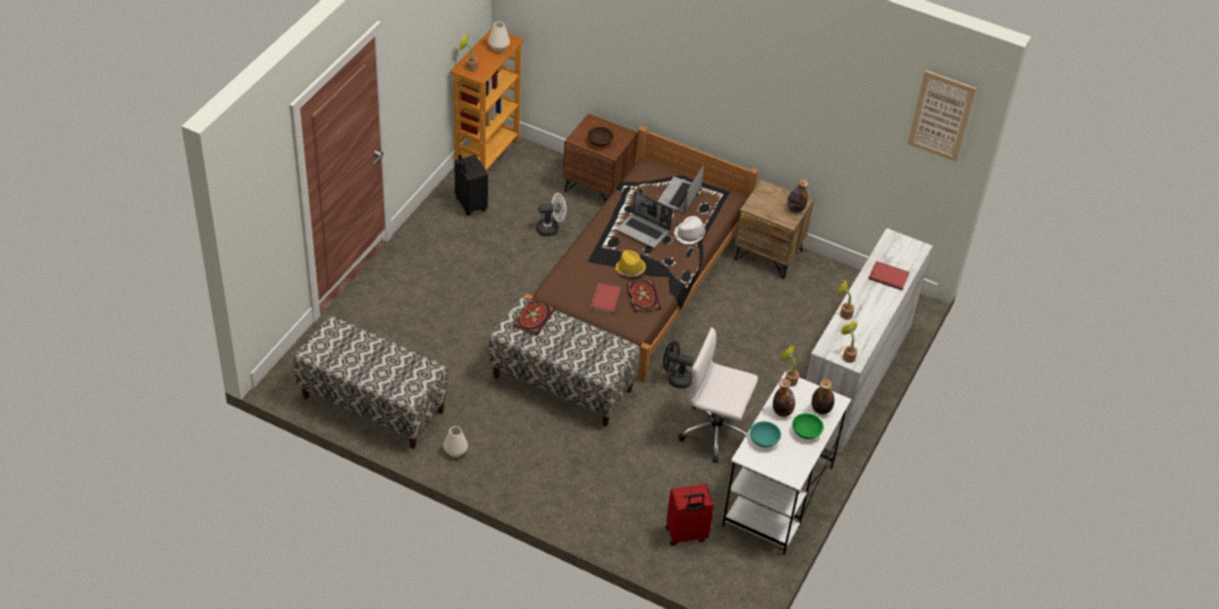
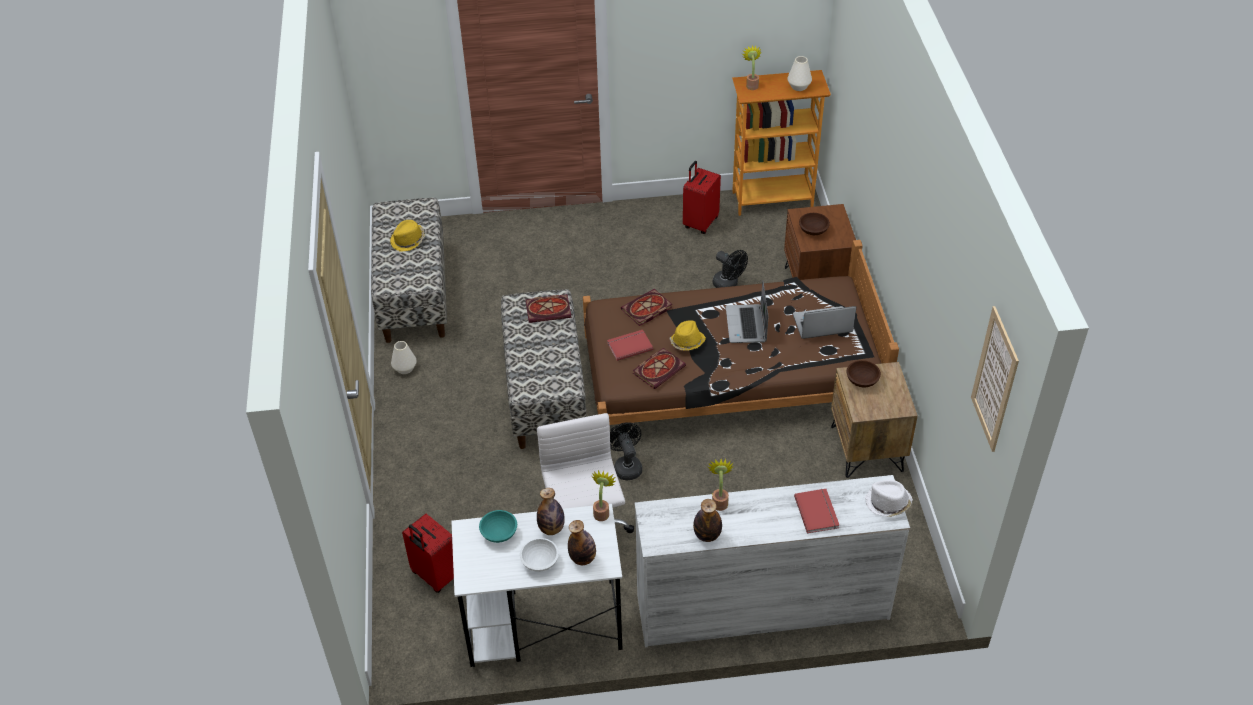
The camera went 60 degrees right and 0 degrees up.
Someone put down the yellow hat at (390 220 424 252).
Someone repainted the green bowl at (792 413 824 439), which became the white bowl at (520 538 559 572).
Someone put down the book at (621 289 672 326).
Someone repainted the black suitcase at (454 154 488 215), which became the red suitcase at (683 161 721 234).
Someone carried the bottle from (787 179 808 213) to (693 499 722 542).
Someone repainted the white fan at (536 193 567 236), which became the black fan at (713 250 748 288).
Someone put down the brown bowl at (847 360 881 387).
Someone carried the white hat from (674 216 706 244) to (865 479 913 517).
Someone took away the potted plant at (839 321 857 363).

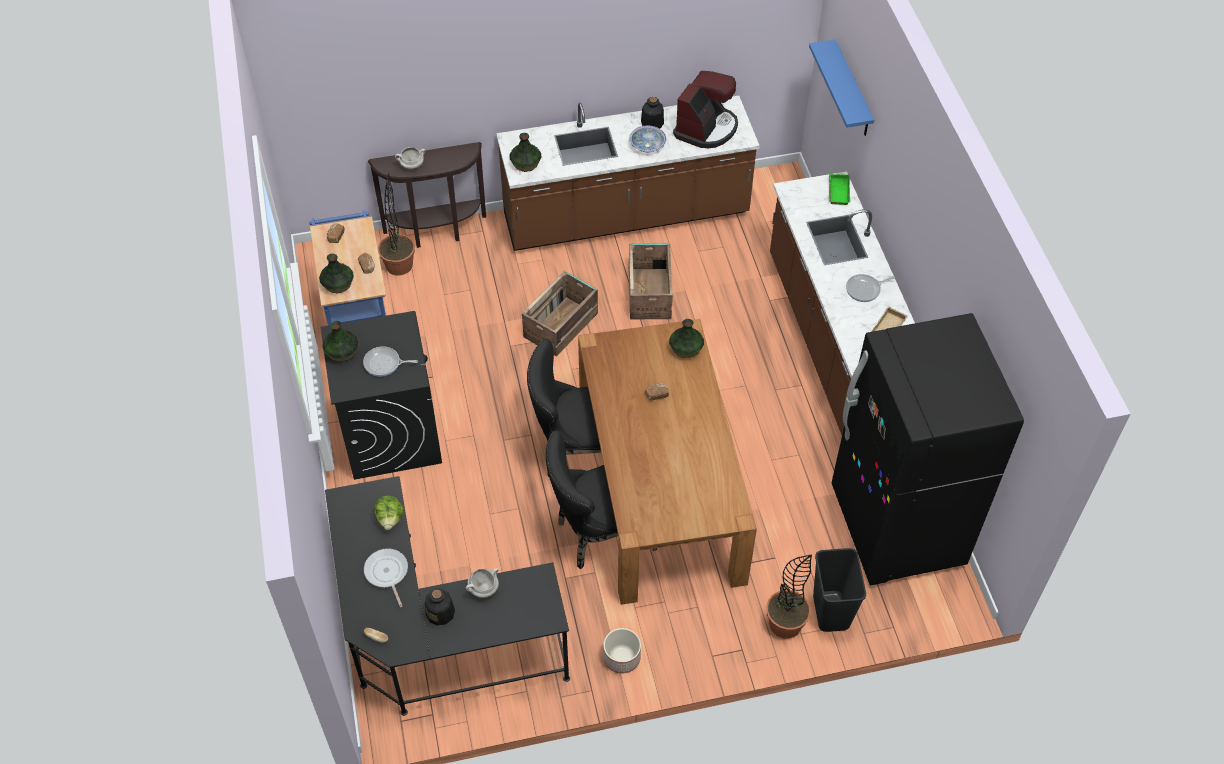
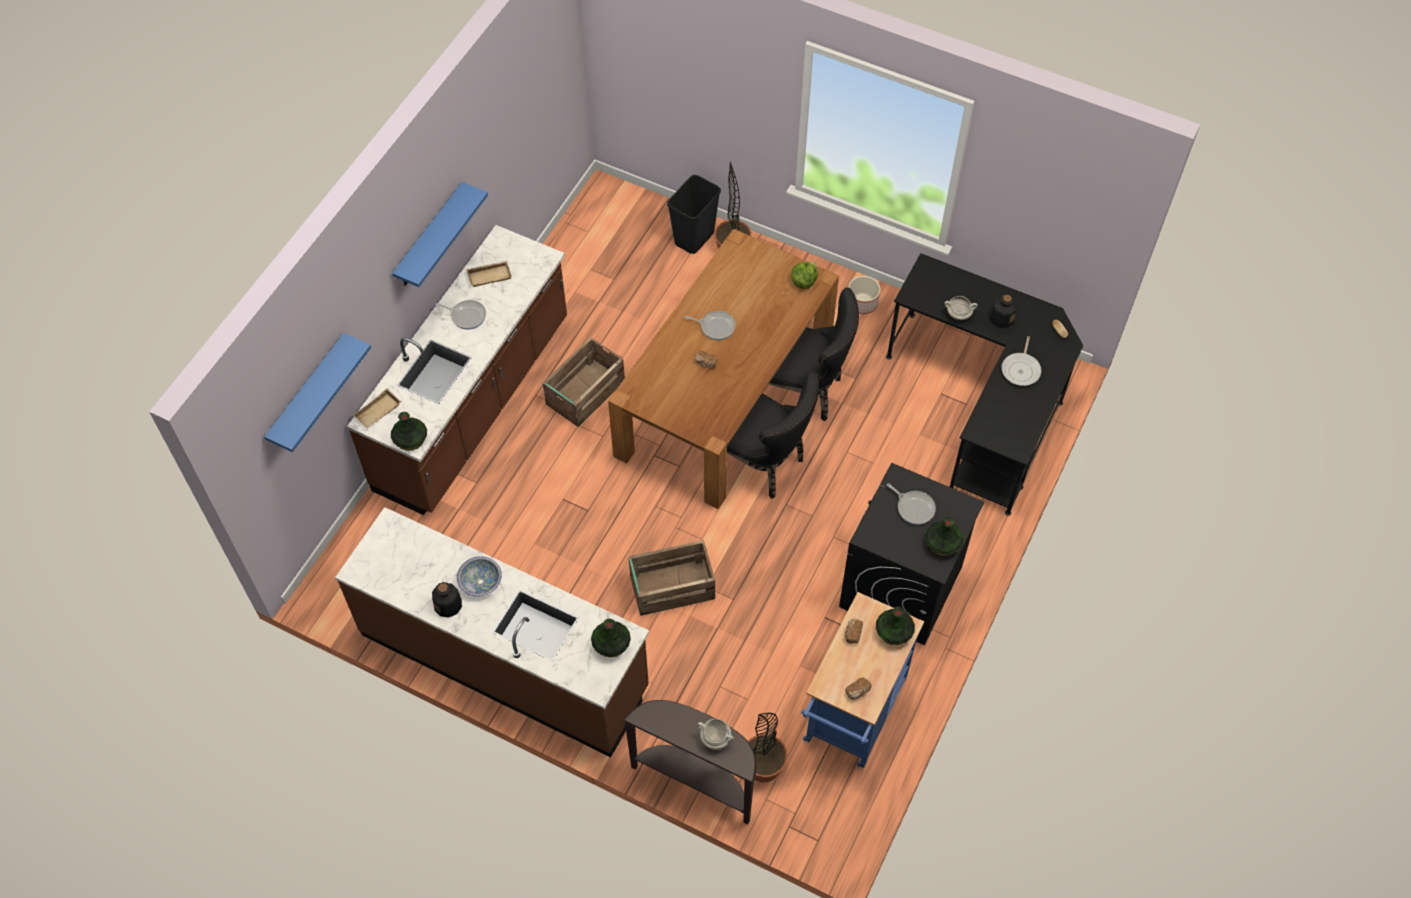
The camera went 140 degrees left and 5 degrees up.
Someone repainted the green tray at (829 174 850 205), which became the beige tray at (353 388 401 429).
Someone carried the vase from (669 319 704 358) to (391 412 427 451).
Someone put up the blue shelf at (392 182 488 287).
Someone carried the crate from (629 243 673 320) to (543 337 625 427).
Someone put down the frying pan at (684 311 736 340).
Someone carried the lettuce from (374 496 404 530) to (791 262 818 289).
Someone took away the coffee machine at (673 71 738 148).
Someone took away the black fridge at (831 313 1024 585).

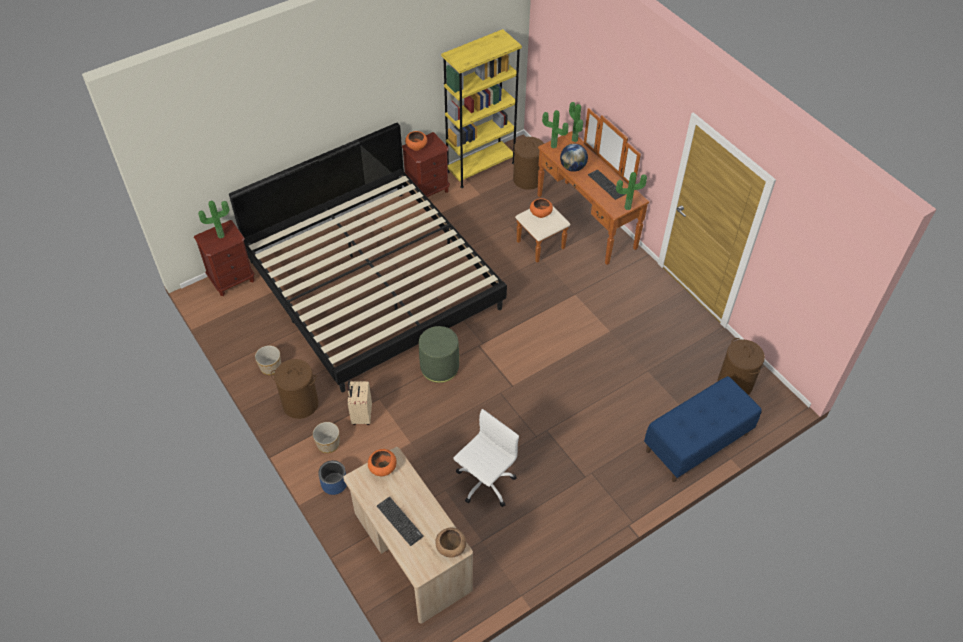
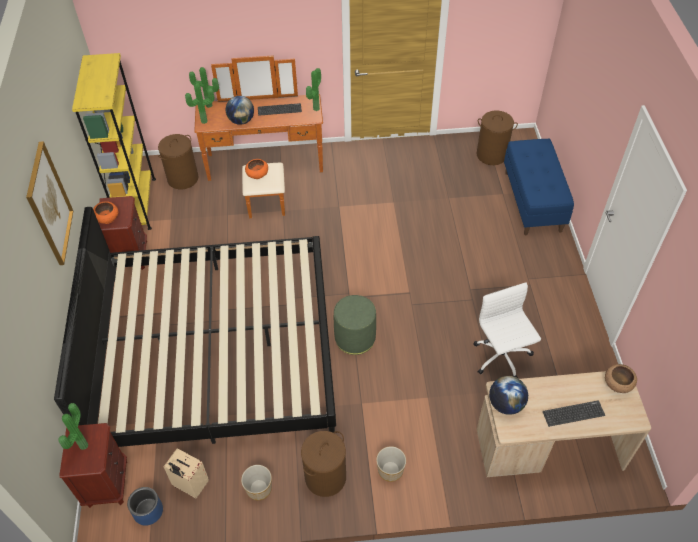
The camera went 60 degrees left and 0 degrees up.
Someone put up the picture at (26 141 73 265).
Someone carried the blue planter from (318 460 347 495) to (127 487 163 526).
Someone carried the beige suitcase from (347 380 372 425) to (163 448 209 498).
Someone swapped the orange bowl at (368 449 397 476) for the globe at (489 376 528 415).

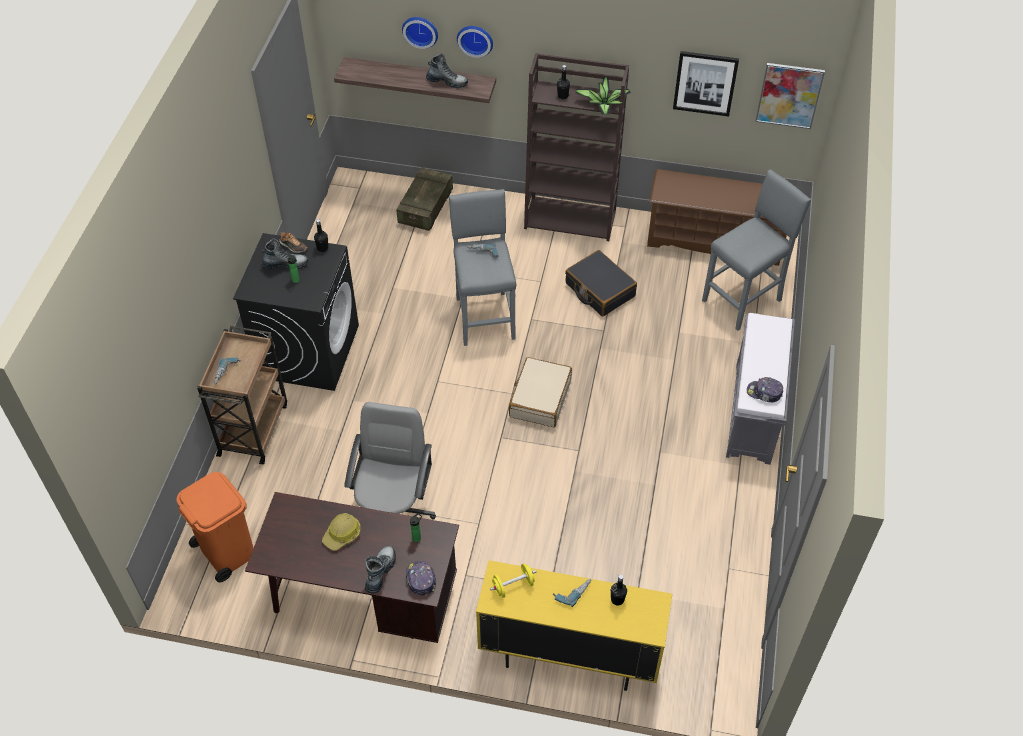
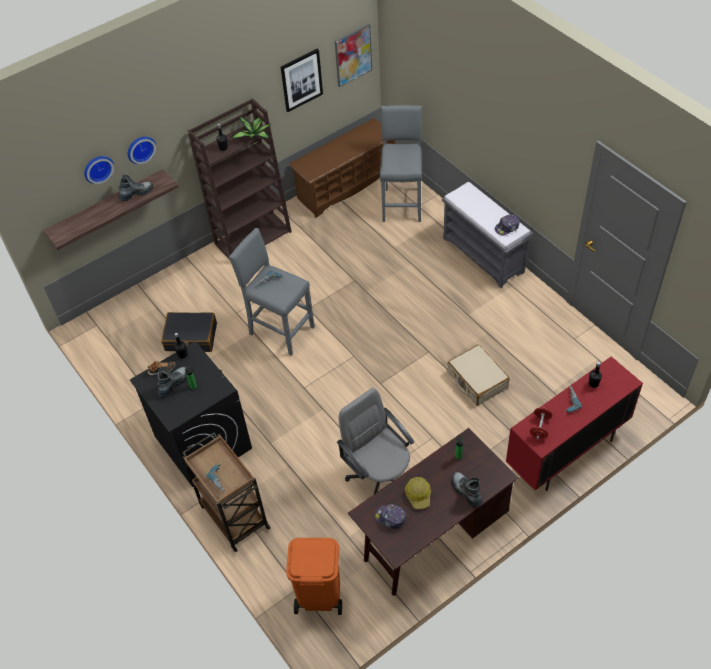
The camera went 45 degrees left and 0 degrees up.
Someone carried the black suitcase from (565 250 637 317) to (161 312 217 352).
Someone carried the cap from (405 561 436 596) to (374 504 407 529).
Someone carried the beige suitcase from (509 357 572 427) to (447 345 510 406).
Someone repainted the yellow cabinet at (476 560 672 691), which became the red cabinet at (506 357 643 491).
Someone repainted the yellow dumbbell at (490 563 537 598), which became the red dumbbell at (530 407 552 439).
Someone took away the crate at (396 167 453 231).

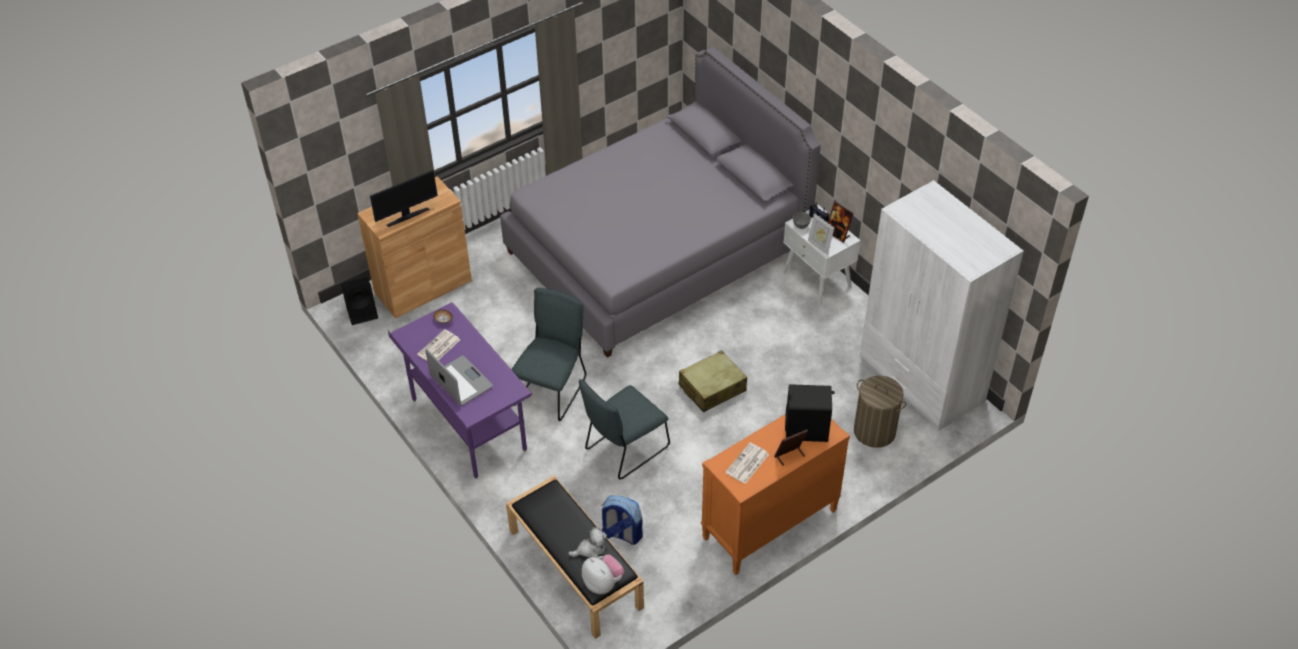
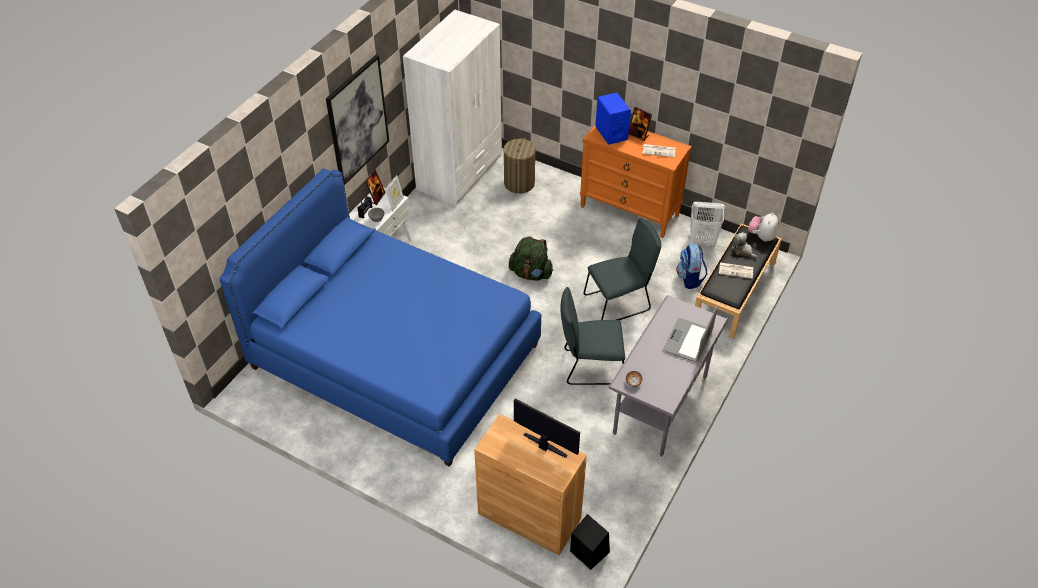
The camera went 115 degrees left and 0 degrees up.
Someone repainted the grey bed at (500 47 821 358), which became the blue bed at (219 169 541 467).
Someone put up the picture at (326 55 389 185).
Someone swapped the beige suitcase at (679 350 747 412) for the green backpack at (509 237 553 281).
Someone rotated the grey chair at (579 379 670 480) by 45 degrees counterclockwise.
Someone repainted the black speaker at (785 384 835 442), which became the blue speaker at (595 92 631 145).
Someone repainted the purple desk at (388 302 532 479), which became the grey desk at (608 295 729 457).
Someone put down the white laundry basket at (690 202 726 247).
Someone carried the newspaper from (417 329 460 361) to (719 262 753 279).

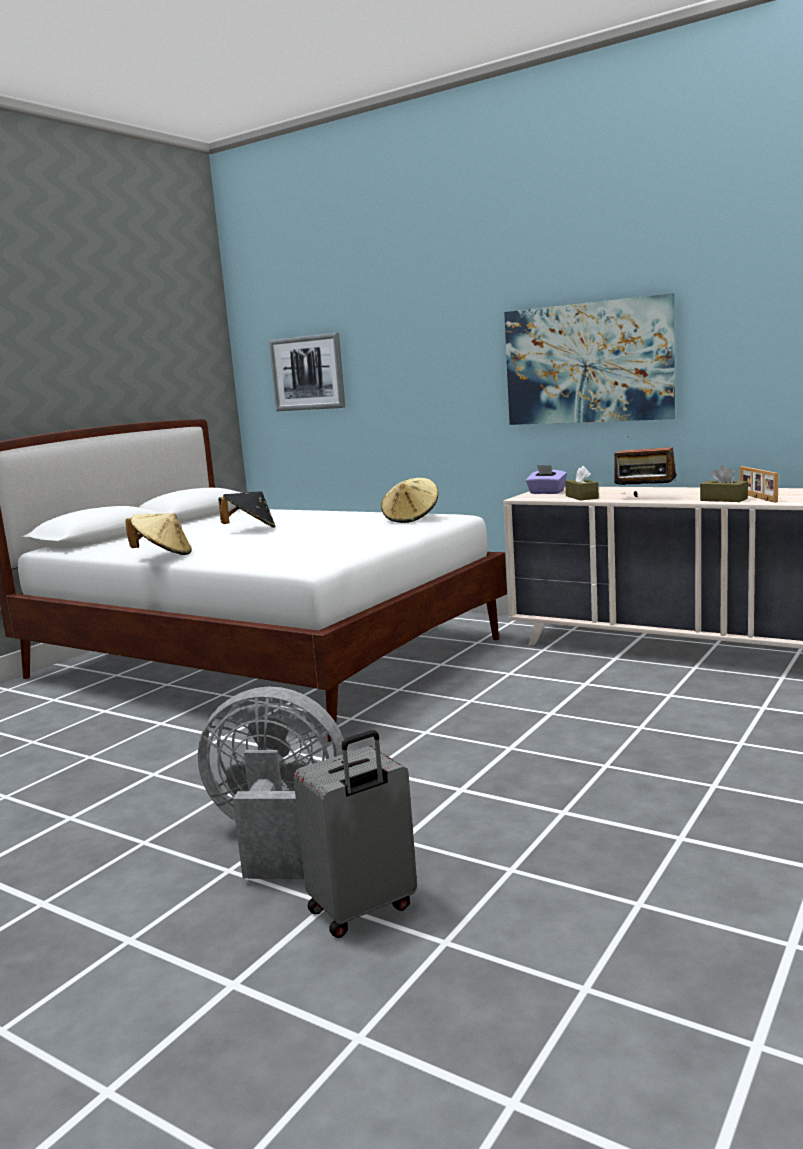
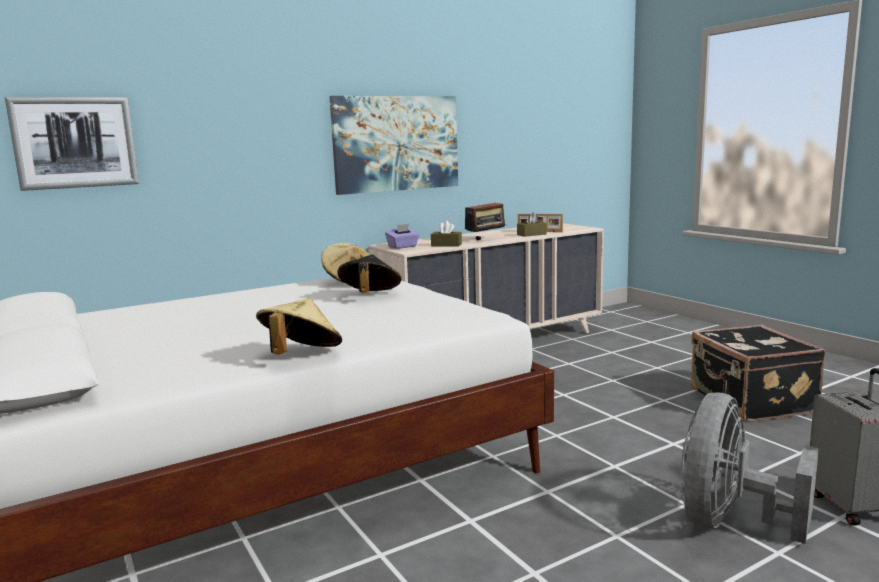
The camera went 65 degrees left and 0 degrees up.
Someone carried the black hat from (218 491 275 528) to (337 255 401 293).
Someone put down the black suitcase at (691 325 826 422).

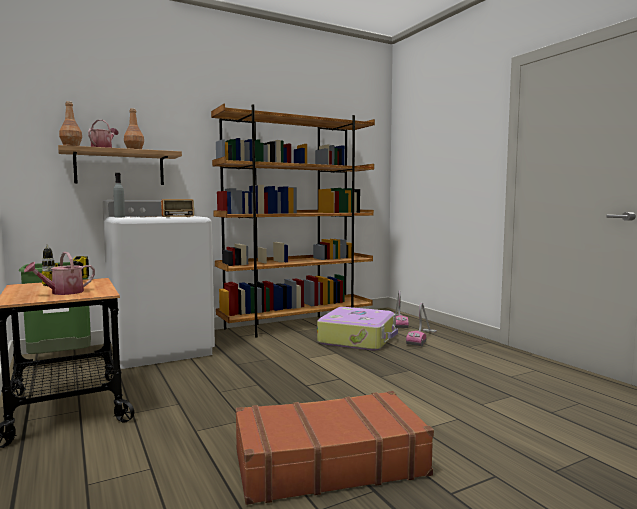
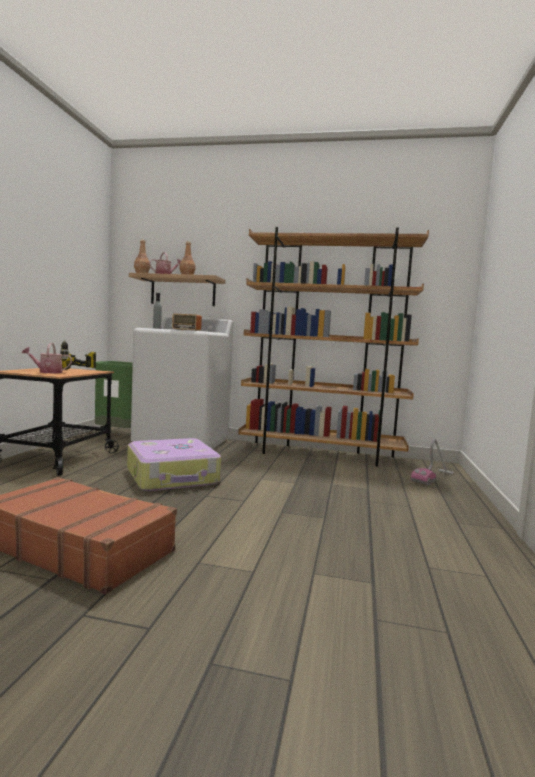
The camera went 40 degrees right and 0 degrees up.
Someone carried the suitcase from (317 307 398 351) to (127 438 221 491).
Someone took away the vacuum cleaner at (406 302 437 346).

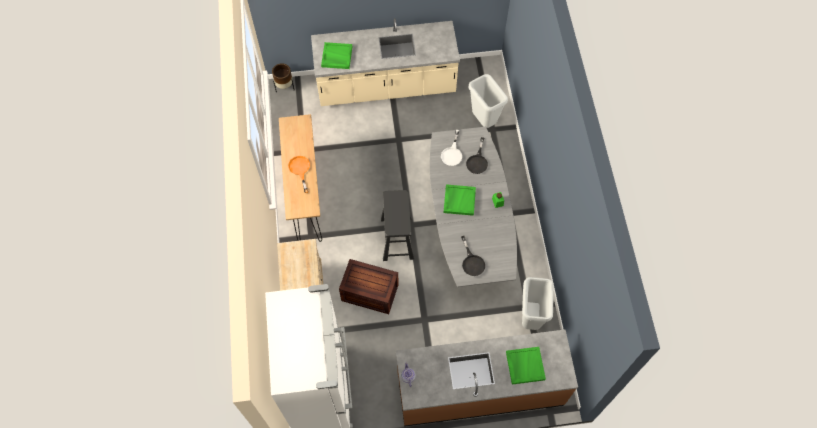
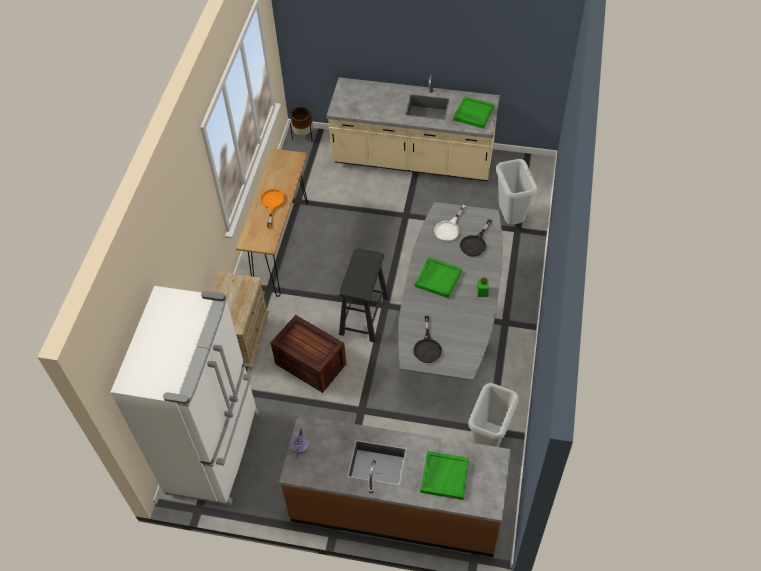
The camera went 20 degrees right and 10 degrees down.
Someone carried the green tray from (321 42 353 69) to (453 96 495 129).

